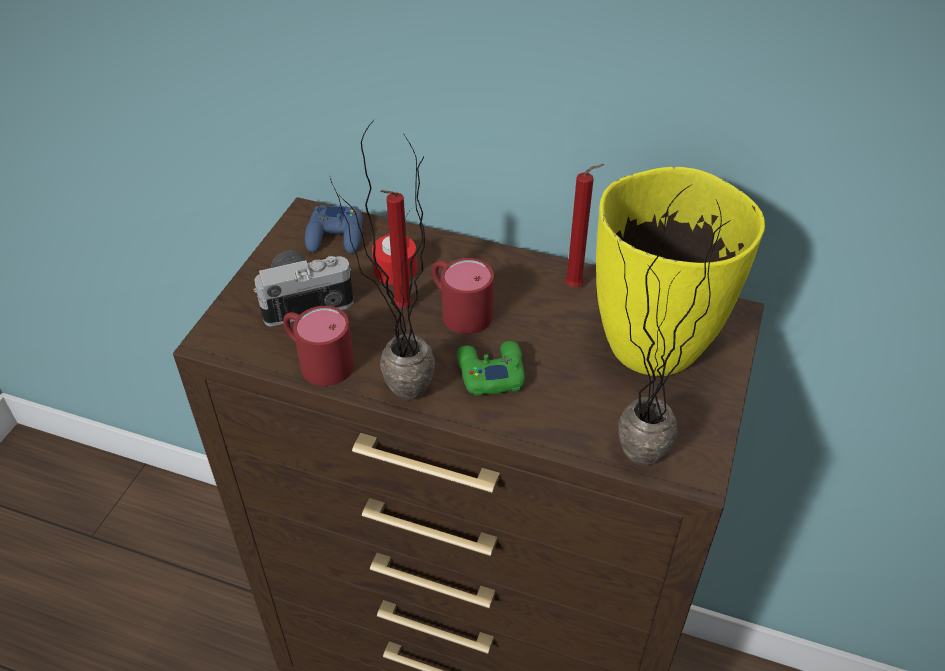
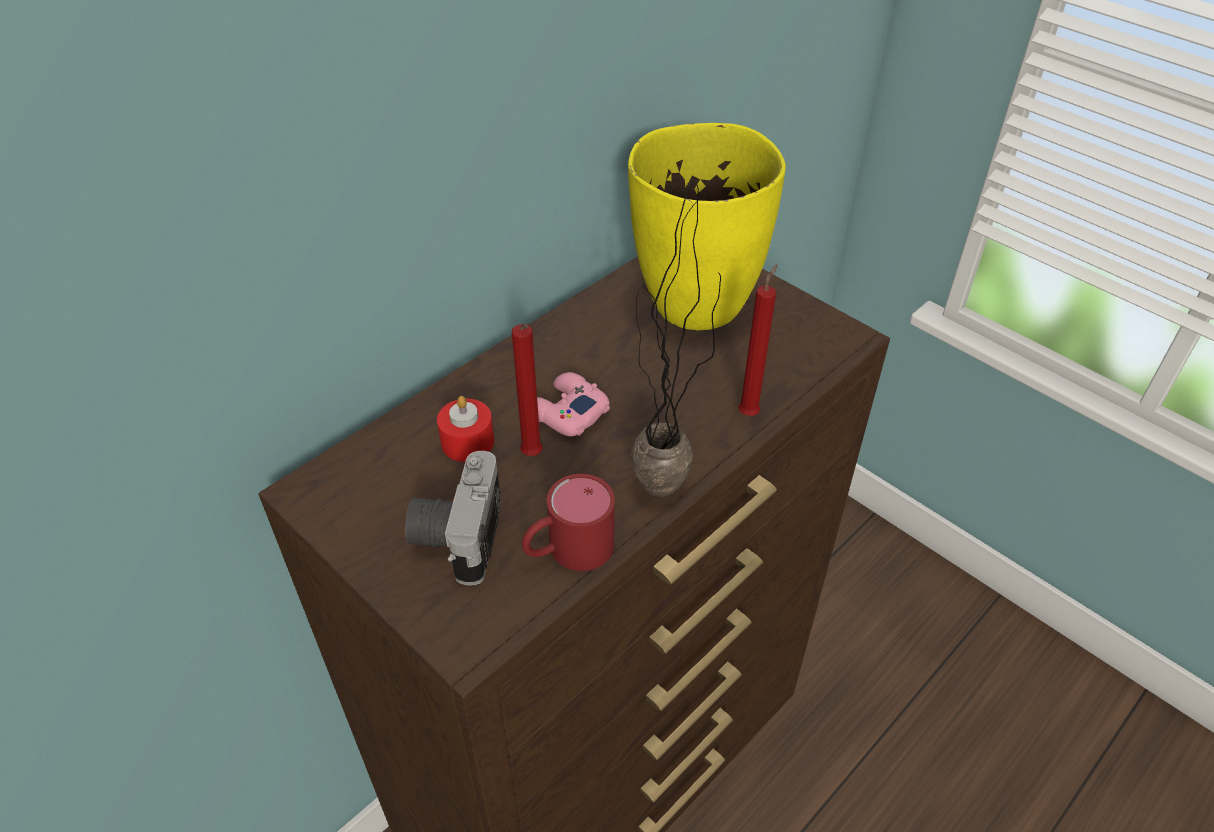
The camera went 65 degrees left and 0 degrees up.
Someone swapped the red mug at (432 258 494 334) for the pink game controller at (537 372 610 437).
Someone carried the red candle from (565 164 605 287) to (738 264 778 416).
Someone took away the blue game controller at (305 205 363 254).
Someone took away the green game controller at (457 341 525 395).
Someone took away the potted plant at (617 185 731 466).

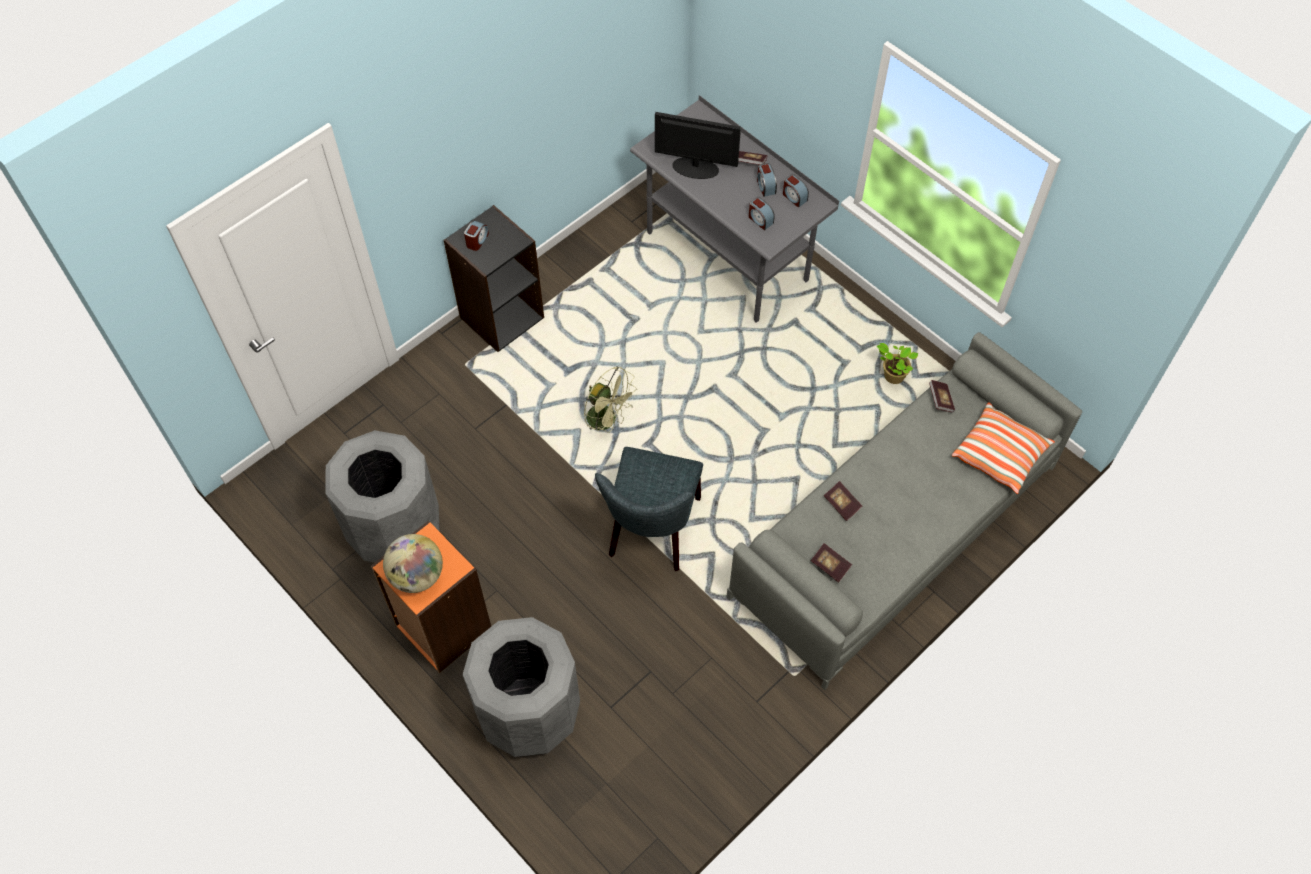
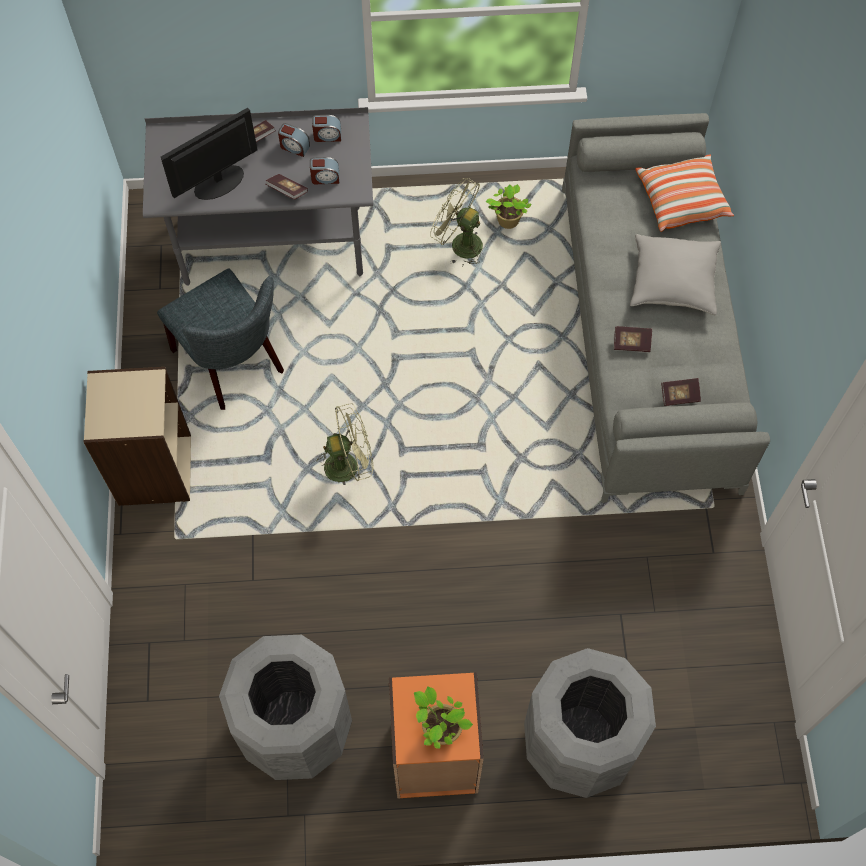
The camera went 50 degrees left and 5 degrees up.
Someone repainted the black bookcase at (444 205 544 352), which became the beige bookcase at (83 367 191 506).
Someone carried the grey chair from (595 447 703 571) to (157 268 284 410).
Someone carried the book from (929 380 955 413) to (266 174 308 200).
Someone swapped the globe at (383 534 443 593) for the potted plant at (414 686 473 749).
Someone put down the green fan at (430 178 483 266).
Someone put down the grey pillow at (630 234 721 315).
Someone took away the alarm clock at (464 221 489 251).

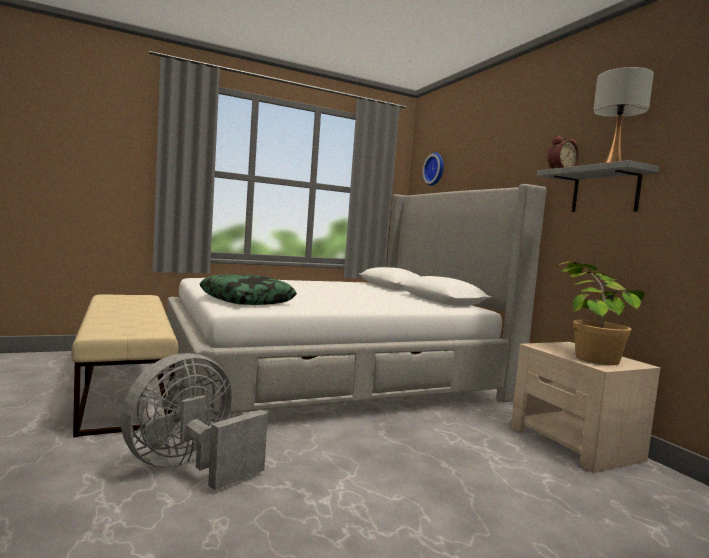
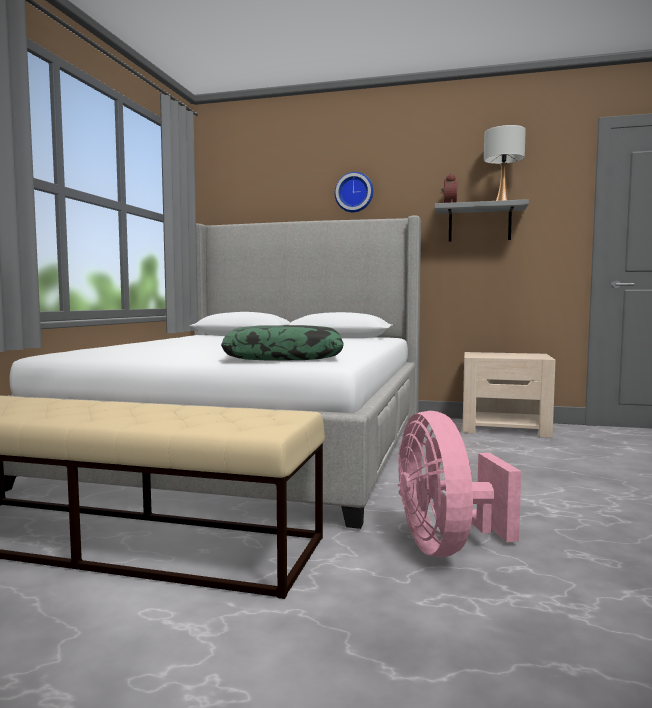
The camera went 50 degrees left and 0 degrees up.
Someone carried the wall clock from (422 153 444 186) to (335 172 373 212).
Someone repainted the grey fan at (121 353 268 490), which became the pink fan at (398 411 521 557).
Someone took away the potted plant at (552 262 645 365).

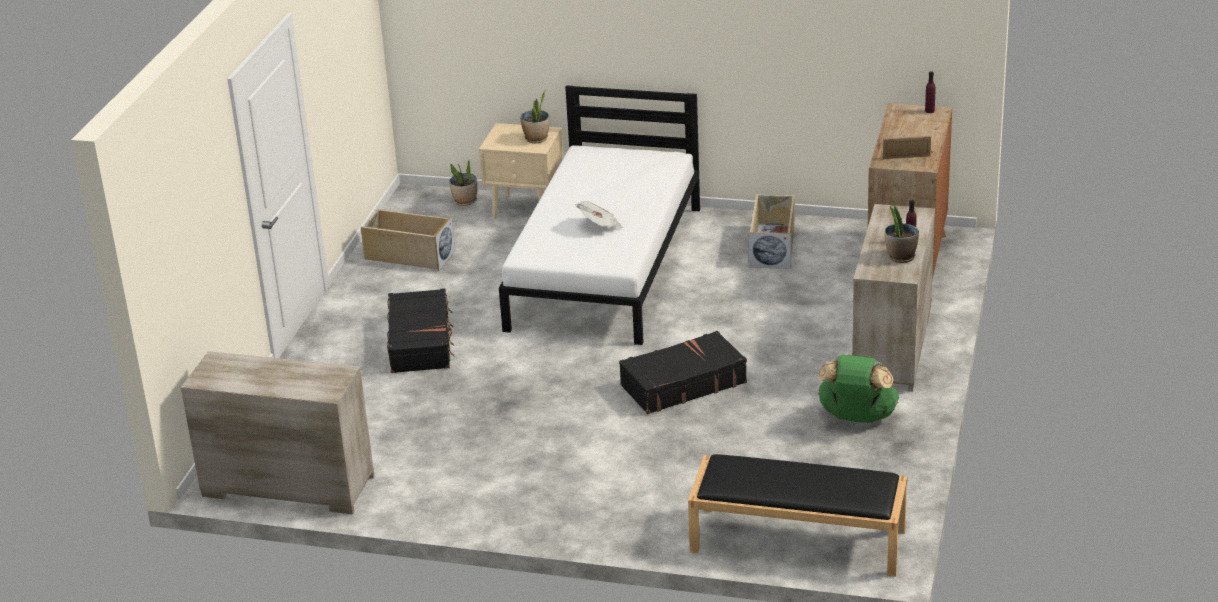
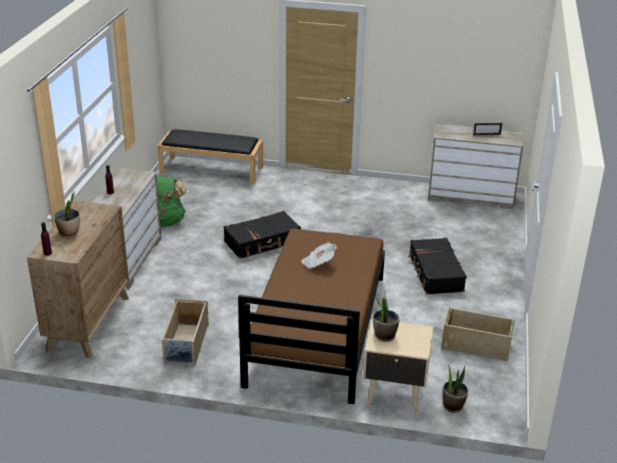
The camera went 175 degrees right and 0 degrees up.
Someone carried the potted plant from (884 199 919 263) to (54 191 80 238).
Someone repainted the white bed at (499 85 700 345), which became the brown bed at (238 229 385 404).
Someone carried the picture frame from (883 136 931 159) to (473 123 502 136).

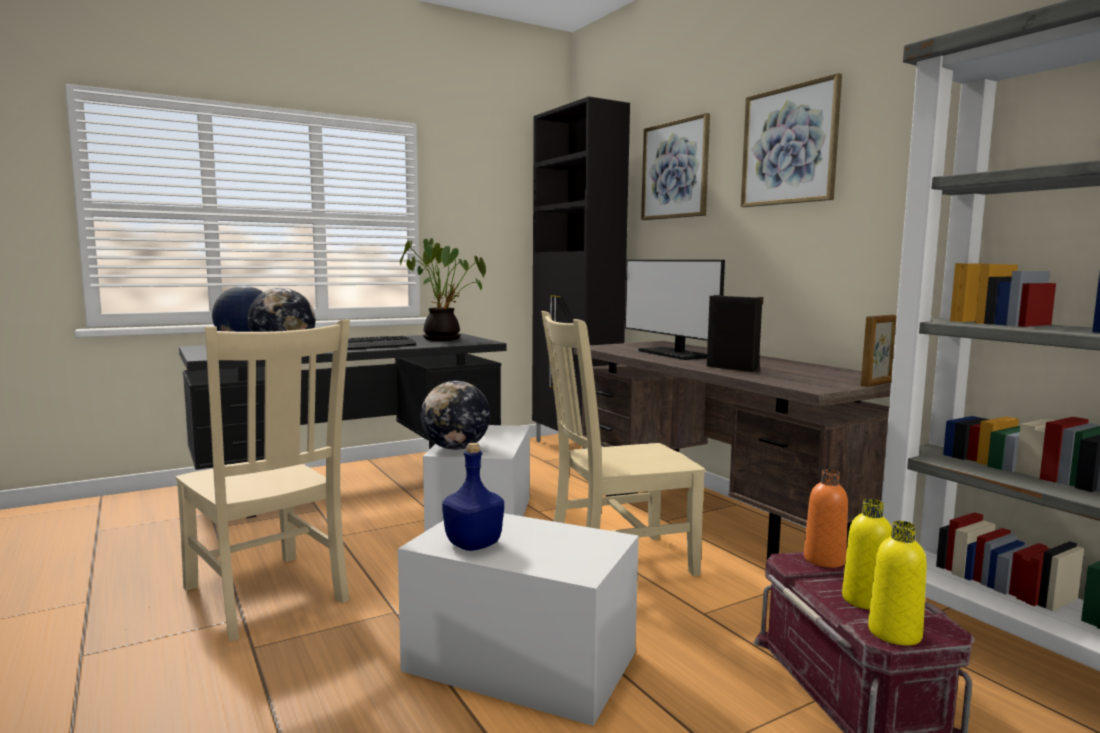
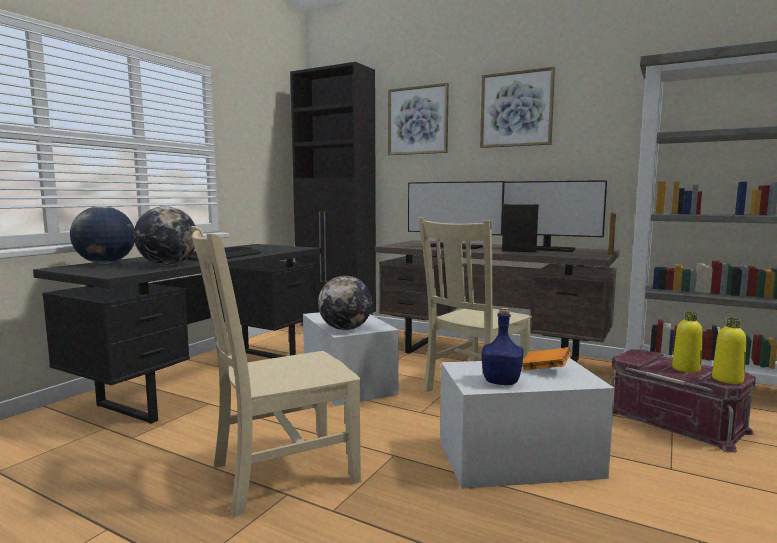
The camera went 30 degrees left and 0 degrees up.
Someone rotated the beige chair at (176 319 350 641) by 135 degrees clockwise.
Someone put down the monitor at (504 180 607 252).
Someone put down the orange book at (522 347 571 370).
Someone took away the potted plant at (400 238 486 341).
Someone took away the orange bottle at (804 469 848 568).

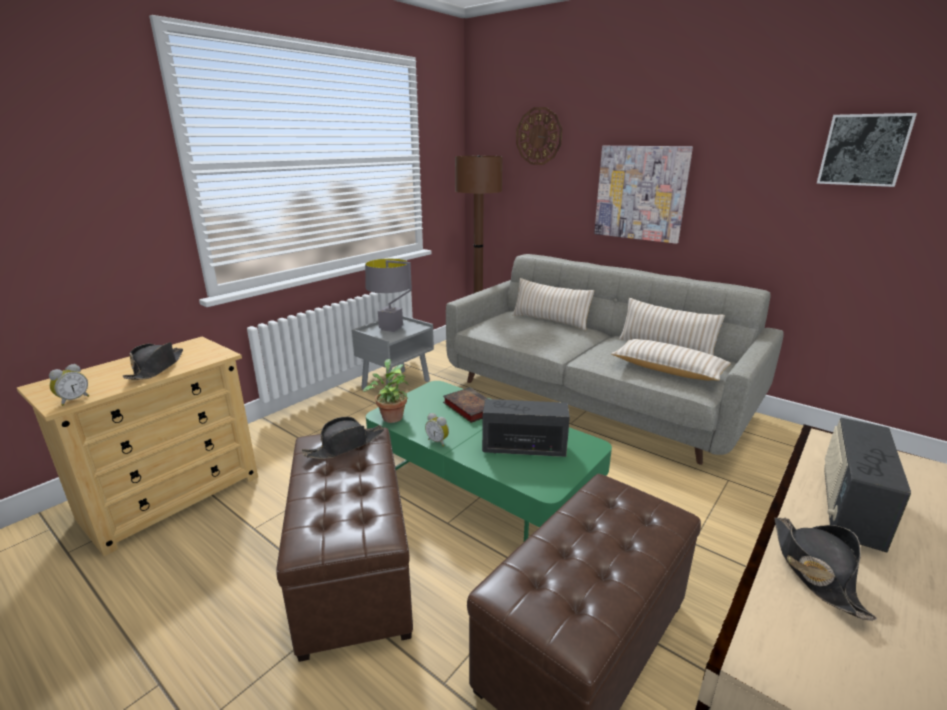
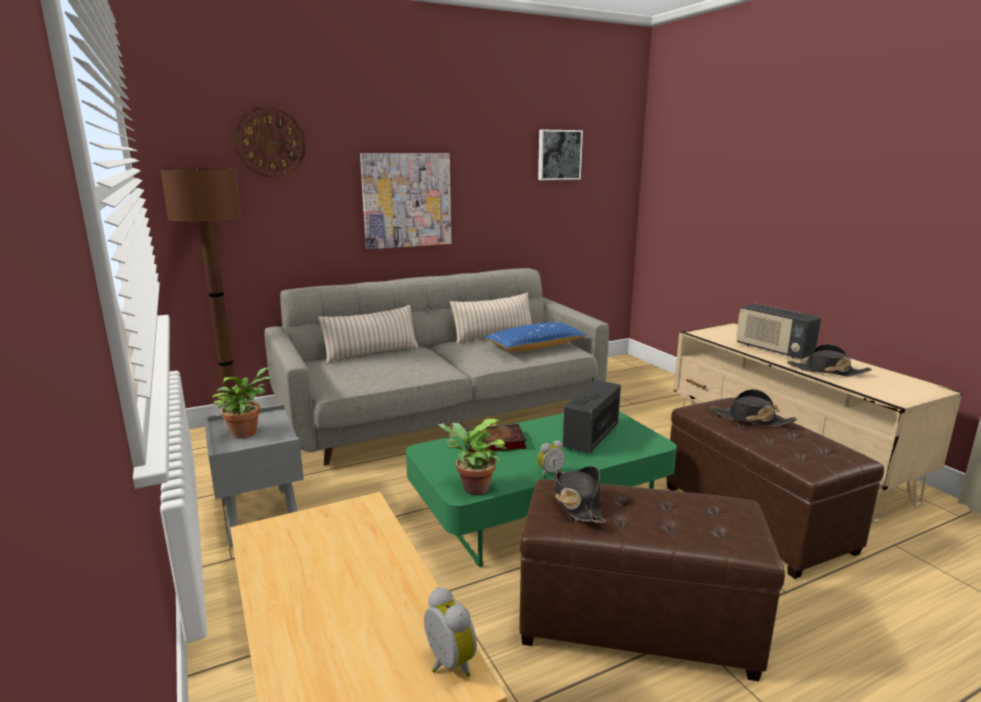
The camera went 65 degrees left and 5 degrees down.
Someone swapped the grey table lamp at (365 259 412 332) for the potted plant at (212 367 271 438).
Someone repainted the beige pillow at (611 339 731 381), which became the blue pillow at (484 322 587 351).
Someone carried the black hat from (122 342 183 380) to (710 389 797 427).

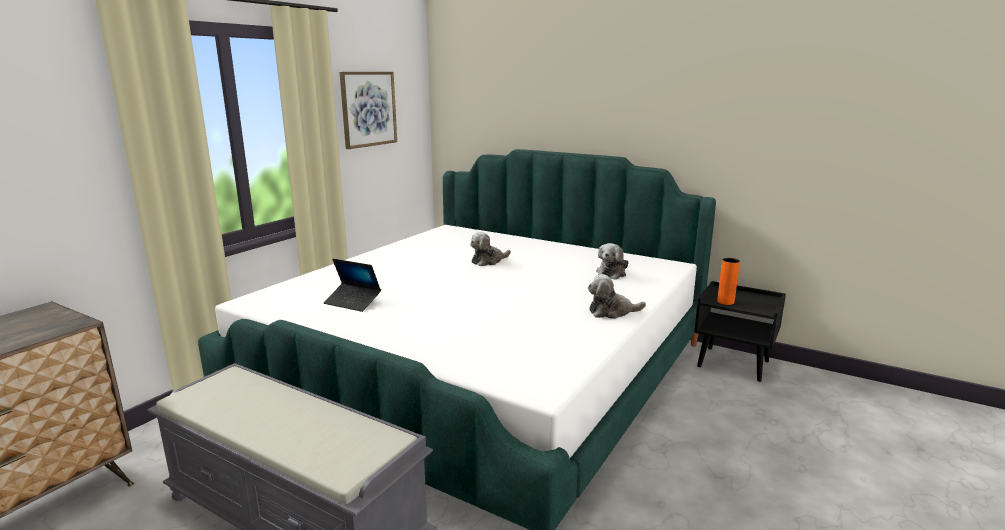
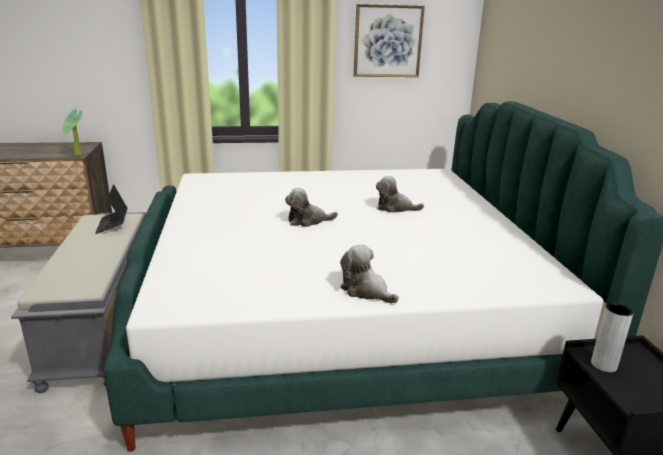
The camera went 50 degrees right and 5 degrees up.
Someone put down the potted plant at (62 109 82 156).
Someone carried the laptop from (324 259 381 312) to (95 184 127 234).
Someone carried the plush toy from (596 243 629 280) to (285 188 338 227).
Someone repainted the orange vase at (717 258 740 305), which became the grey vase at (591 303 633 372).

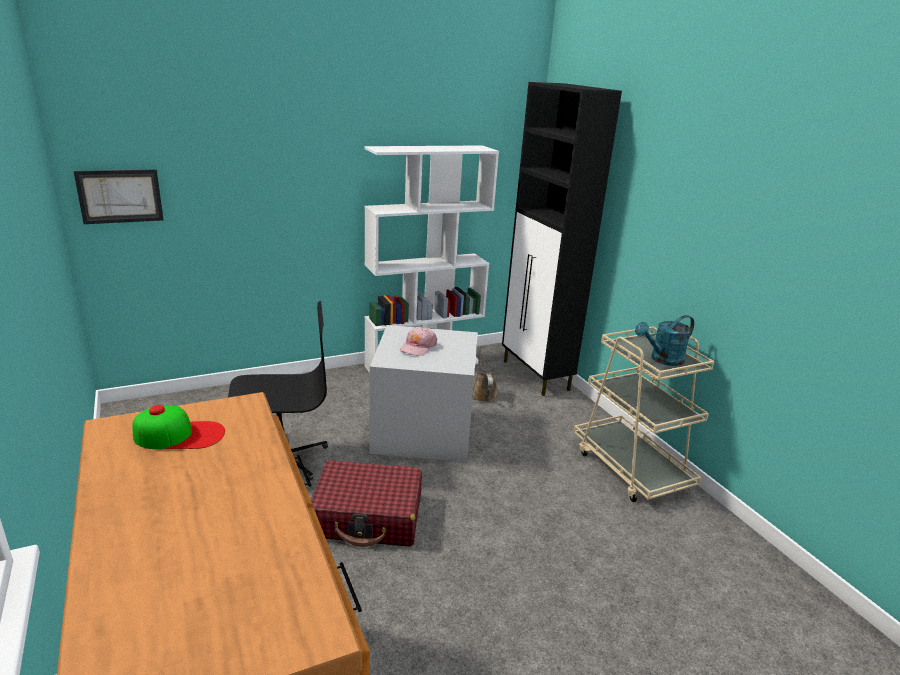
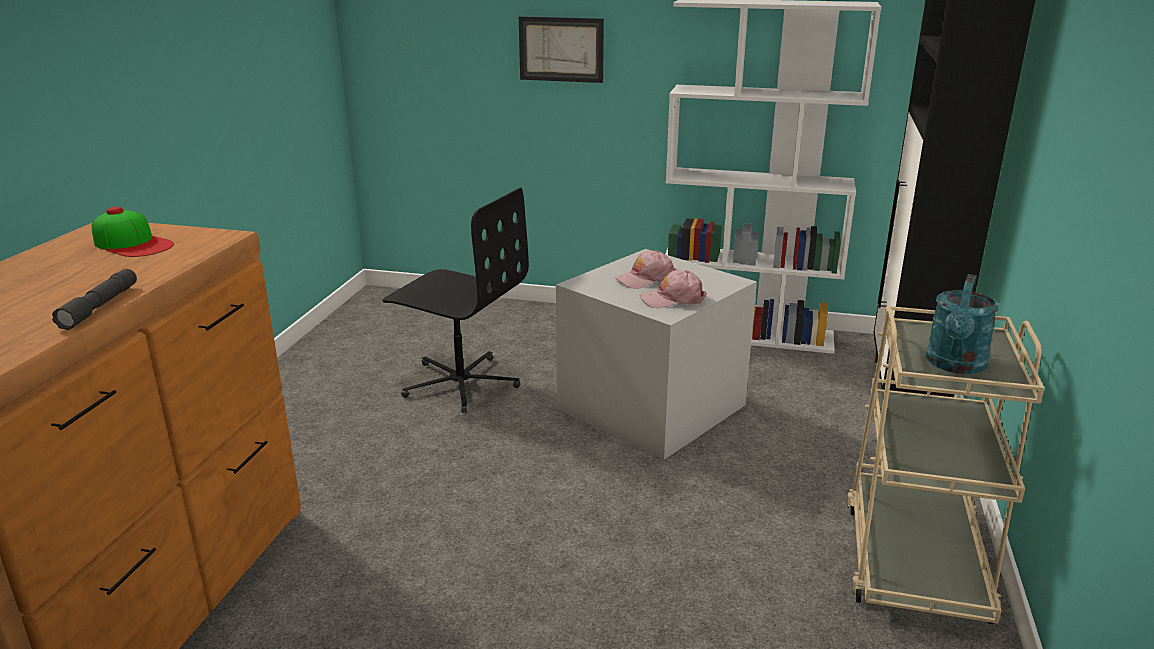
The camera went 40 degrees right and 0 degrees up.
Someone put down the grey flashlight at (52 269 137 330).
Someone carried the picture from (74 169 164 224) to (519 16 604 83).
Someone put down the pink cap at (640 270 707 308).
Someone rotated the turquoise watering can at (635 315 694 366) by 75 degrees counterclockwise.
Someone took away the red suitcase at (311 460 422 547).
Someone took away the brown watering can at (472 345 498 403).

